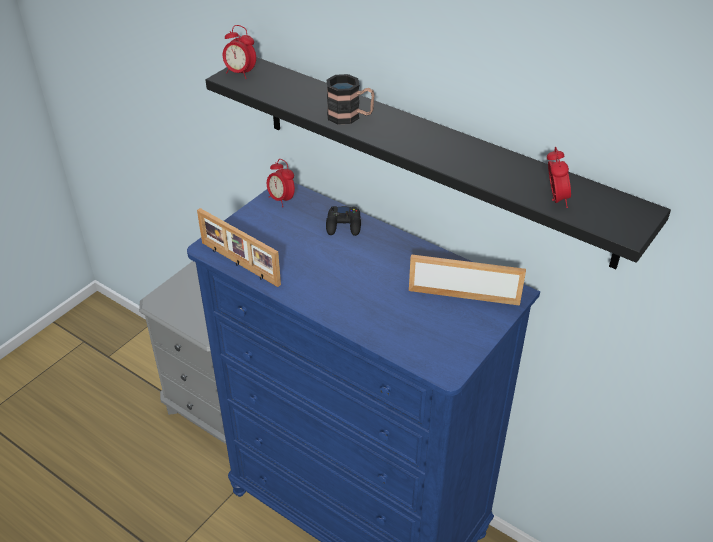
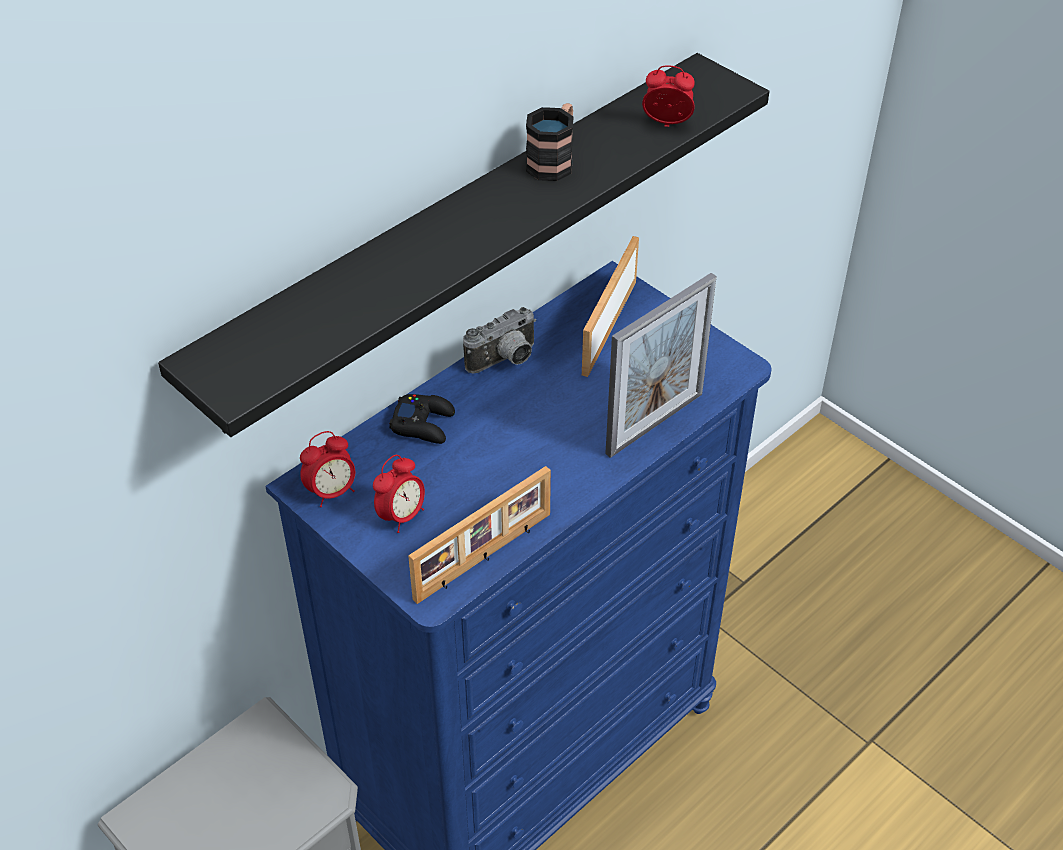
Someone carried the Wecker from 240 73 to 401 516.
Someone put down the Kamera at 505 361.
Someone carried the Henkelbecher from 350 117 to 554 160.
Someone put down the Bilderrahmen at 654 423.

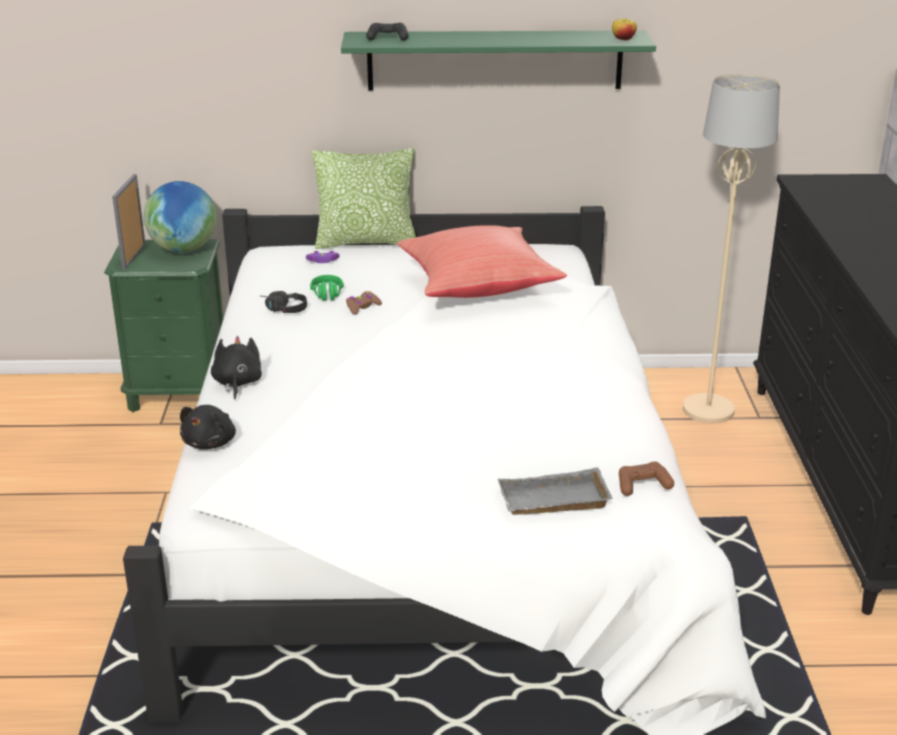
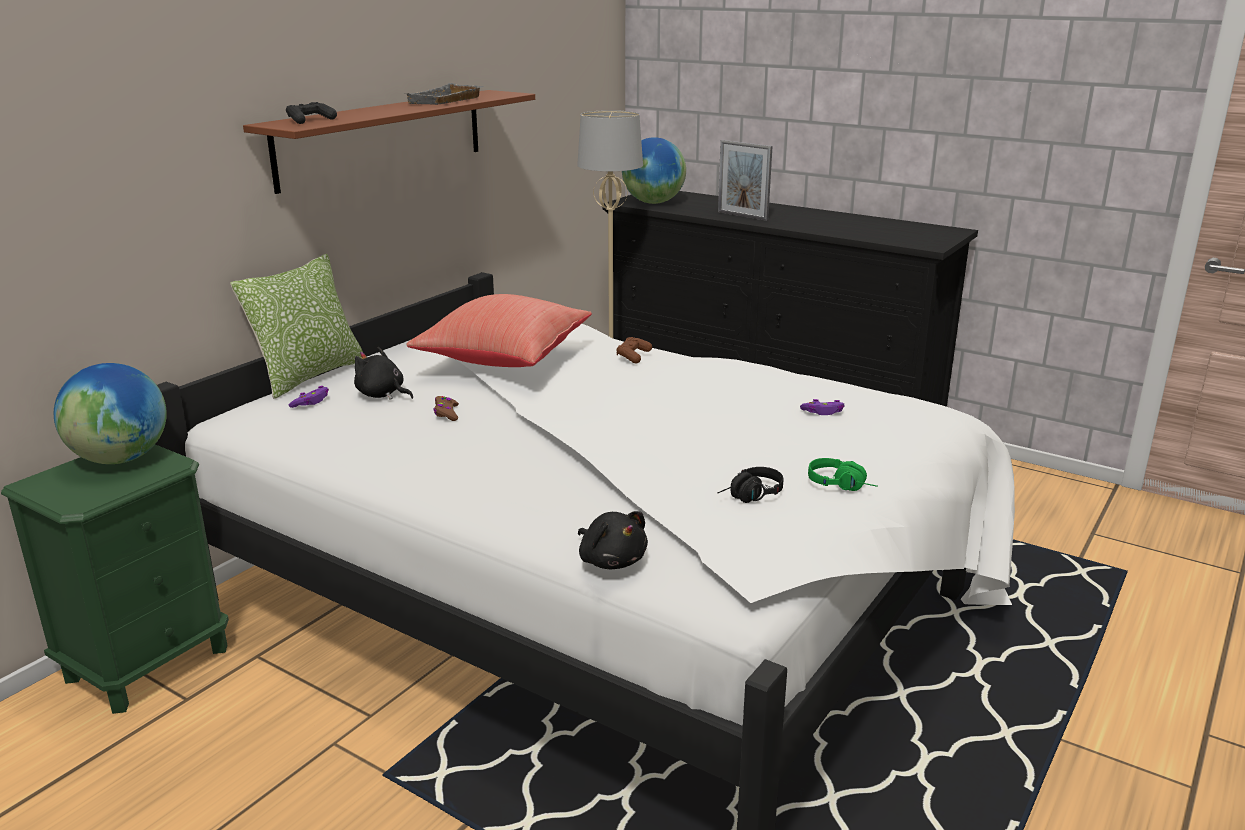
Someone repainted the Wandregal [grün] at 494 60, which became the Wandregal [braun] at 383 138.
Someone carried the Plüschtier [schwarz] from 237 383 to 382 395.
Someone carried the Tablett [grau] from 553 502 to 446 101.
Someone carried the Gamepad [braun] from 643 485 to 633 356.
Someone put down the Globus at 653 202.
Someone carried the Kopfhörer [schwarz] from 281 310 to 750 496.
Someone carried the Bilderrahmen from 134 256 to 742 216.
Someone put down the Gamepad [lila] at 823 412.
Someone carried the Kopfhörer [grün] from 327 296 to 842 485.
Someone took away the Apfel at 623 39.

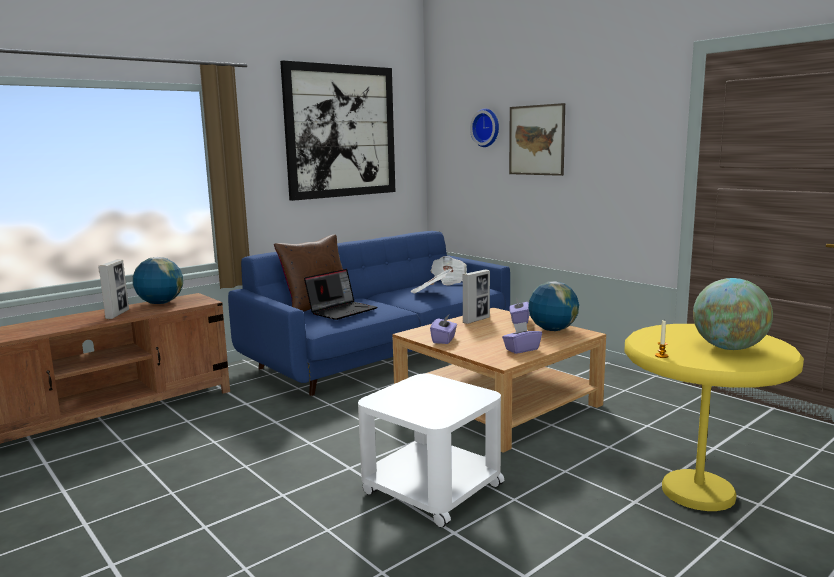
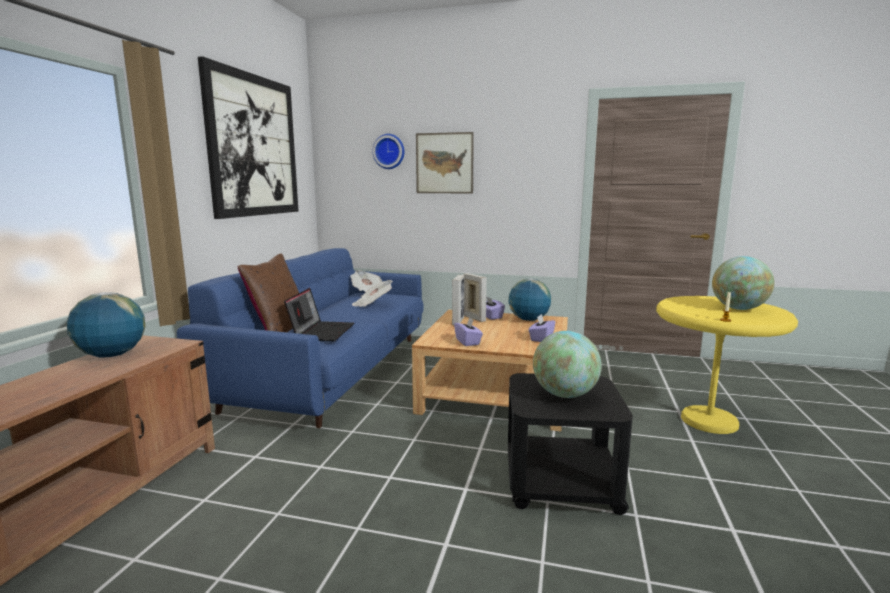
Someone carried the Bilderrahmen from 117 314 to 474 318.
Someone repainted the Beistelltisch [weiß] at 431 488, which became the Beistelltisch [schwarz] at 560 482.
Someone put down the Globus at 564 395.

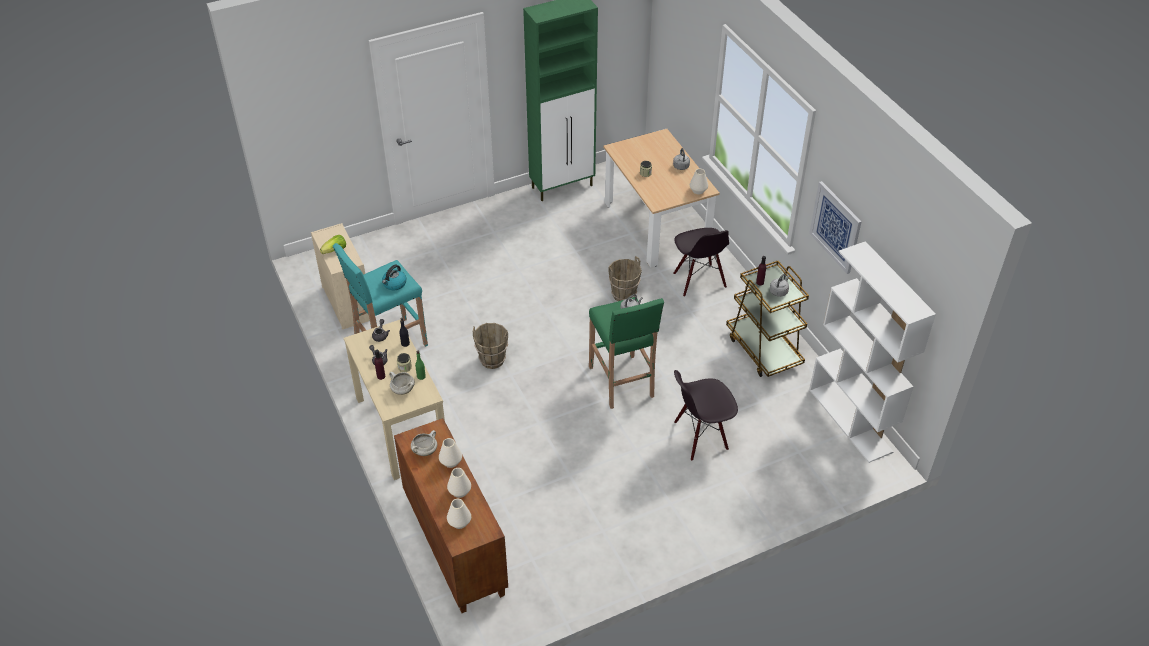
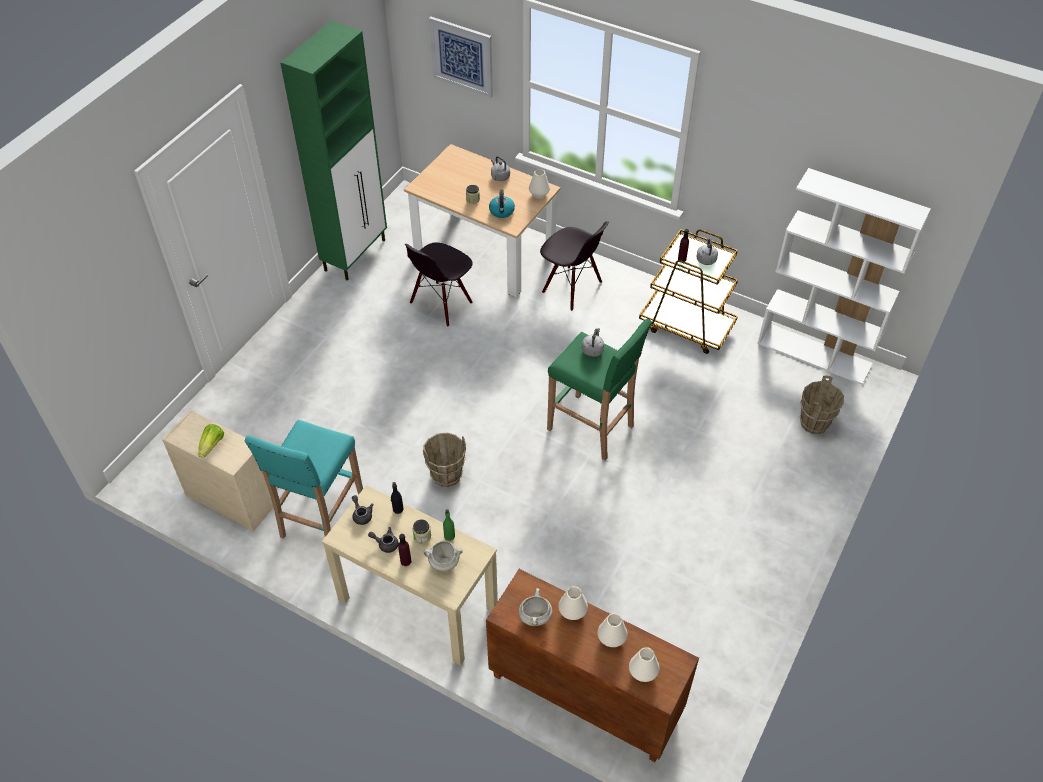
Someone carried the Stuhl [schwarz] from 700 436 to 441 304.
Someone carried the Bild from 835 227 to 462 56.
Someone carried the Wasserkessel from 394 284 to 502 211.
Someone carried the Eimer [braun] from 624 295 to 814 423.

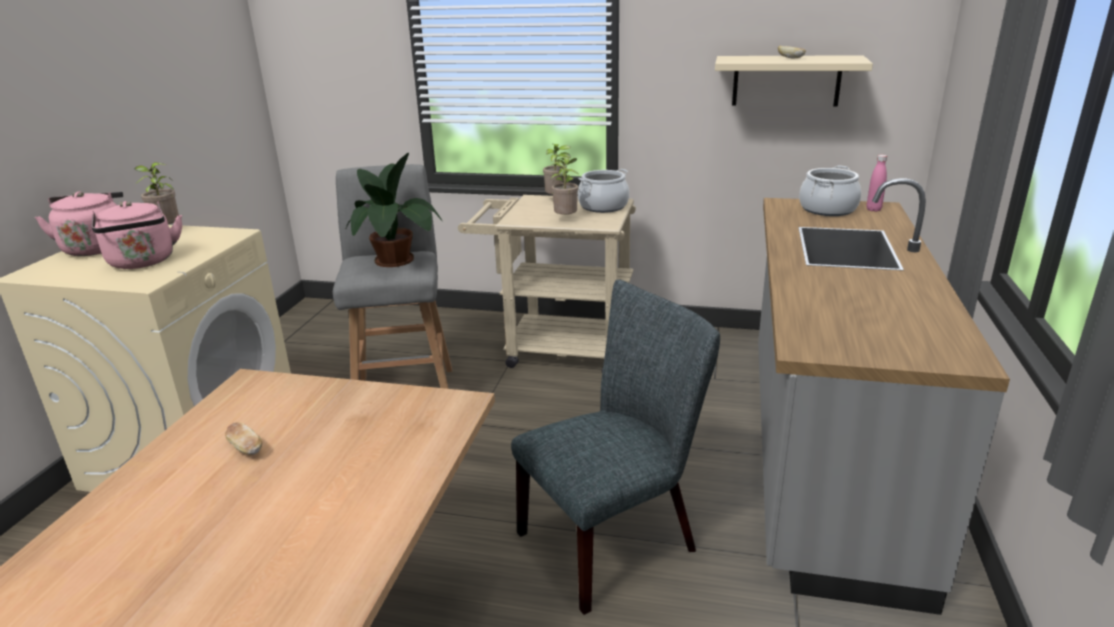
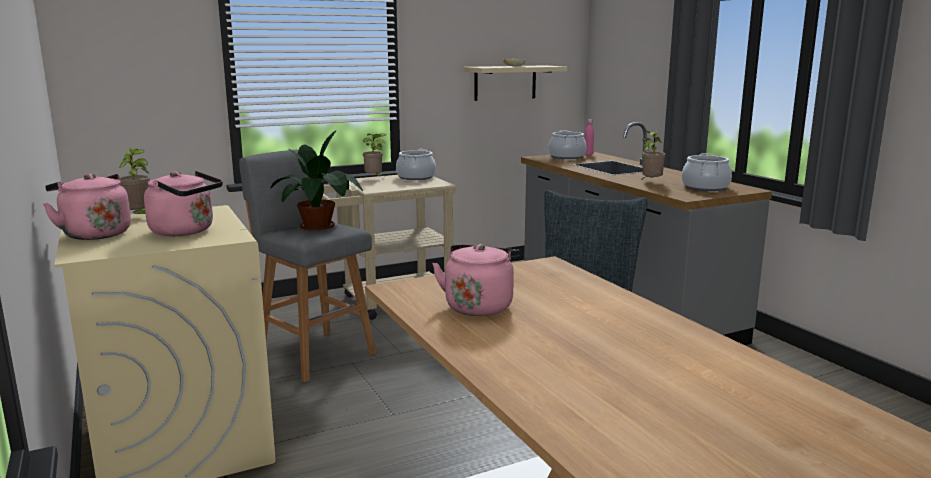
Someone swapped the Brot at 246 449 for the Wasserkessel [rosa] at 479 306.
Someone carried the Topfpflanze from 566 219 to 650 182.
Someone put down the Kochtopf at 705 187.

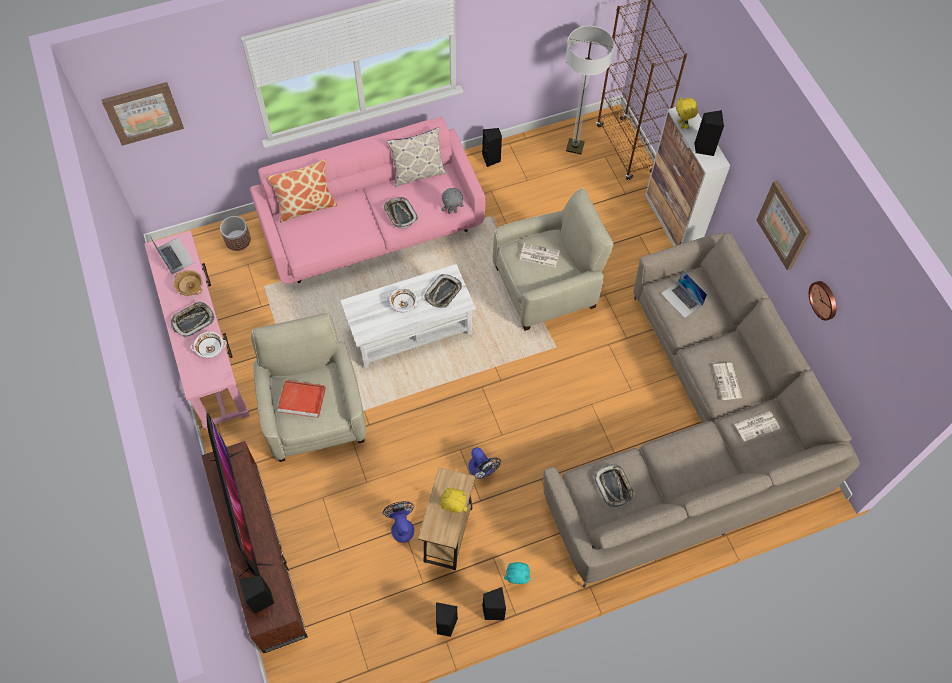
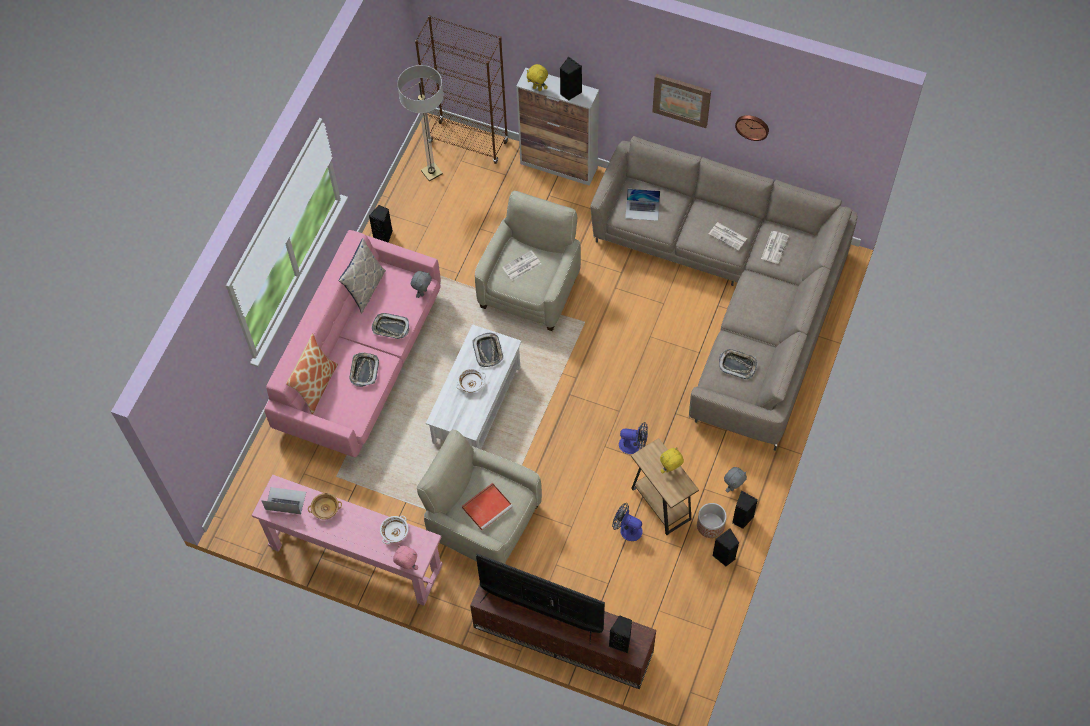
Someone carried the Tablett from 193 321 to 364 370.
Someone put down the Plüschtier [rosa] at 407 566.
Someone carried the Pflanzkübel from 238 240 to 710 525.
Someone repainted the Plüschtier [türkis] at 517 580, which became the Plüschtier [grau] at 733 487.
Someone took away the Bild at 143 112.

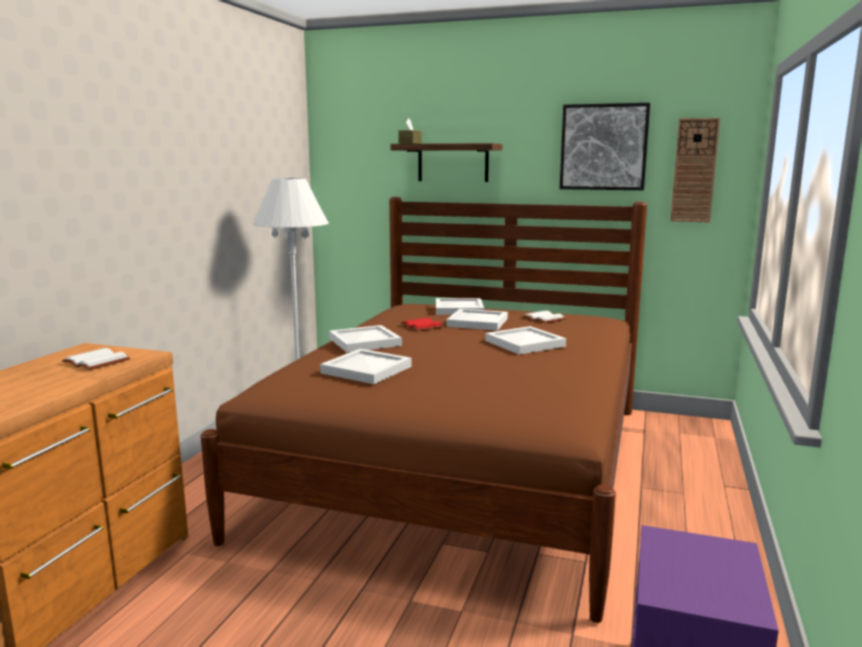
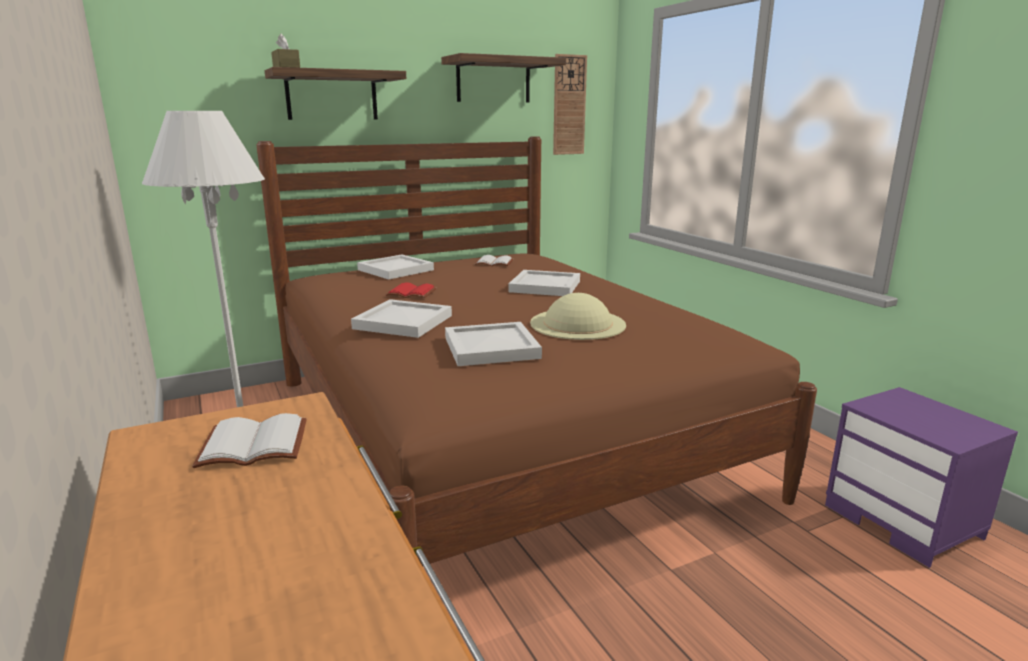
Someone swapped the Bild at 603 147 for the Wandregal at 493 80.
Someone put down the Hut [beige] at 577 323.
Someone took away the Tablett [weiß] at 477 322.

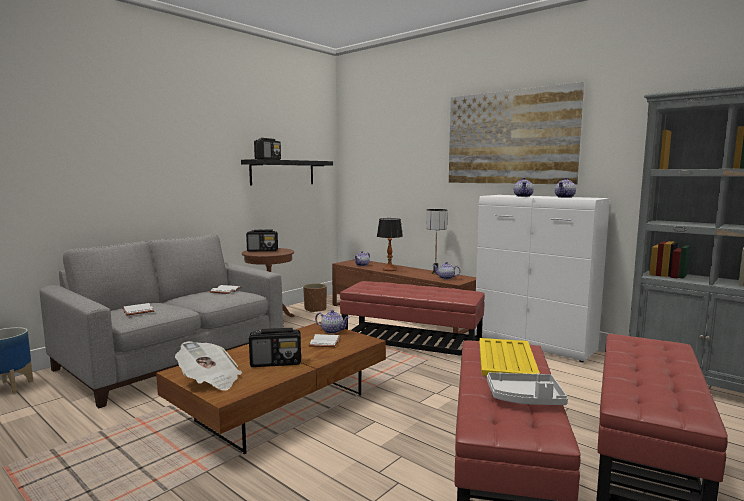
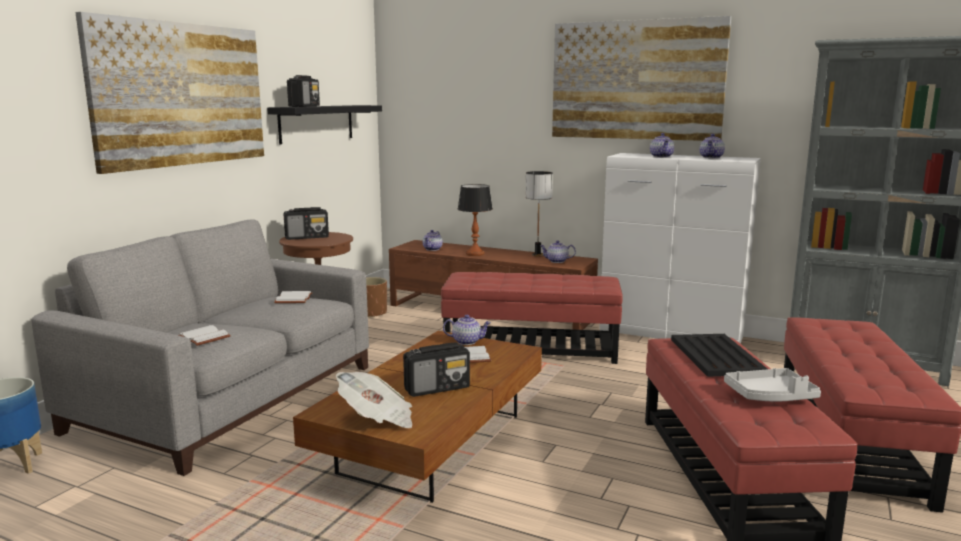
Someone put up the Bild at 181 94.
Someone repainted the Tablett [gelb] at 506 358, which became the Tablett [schwarz] at 716 355.

